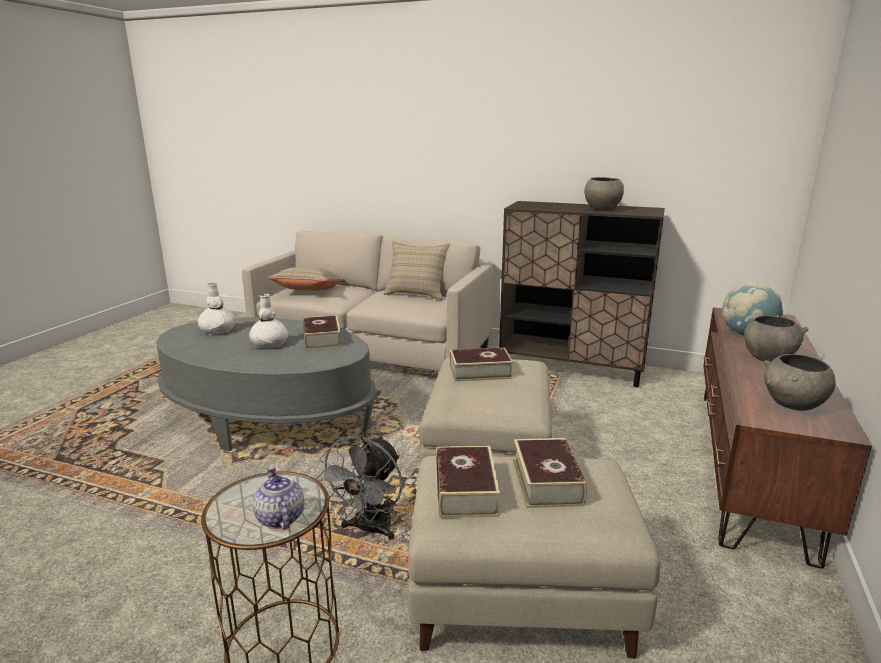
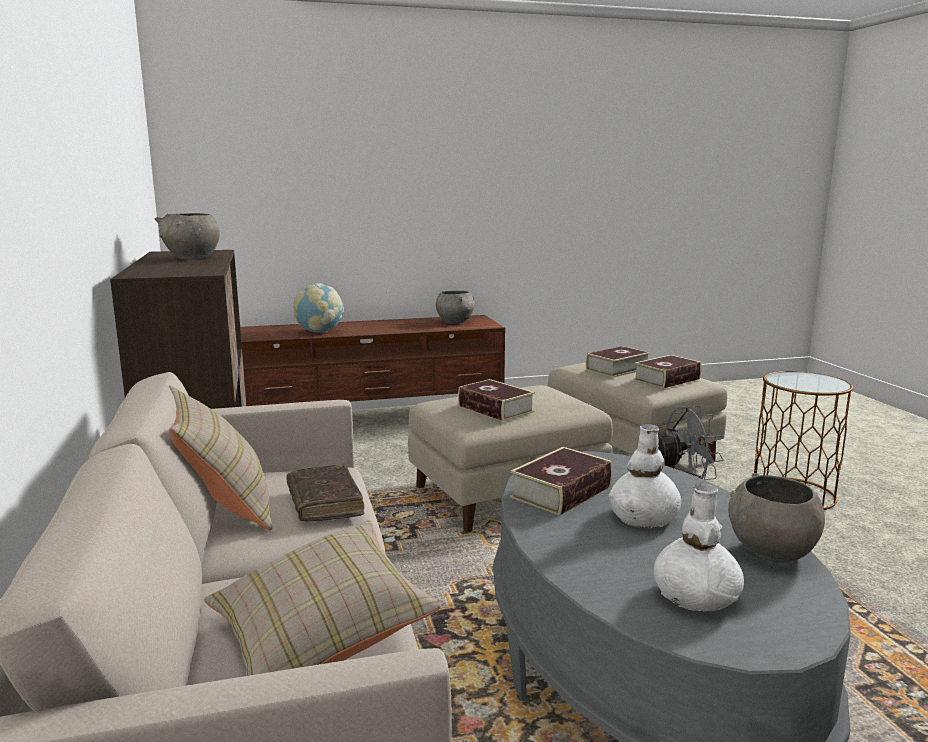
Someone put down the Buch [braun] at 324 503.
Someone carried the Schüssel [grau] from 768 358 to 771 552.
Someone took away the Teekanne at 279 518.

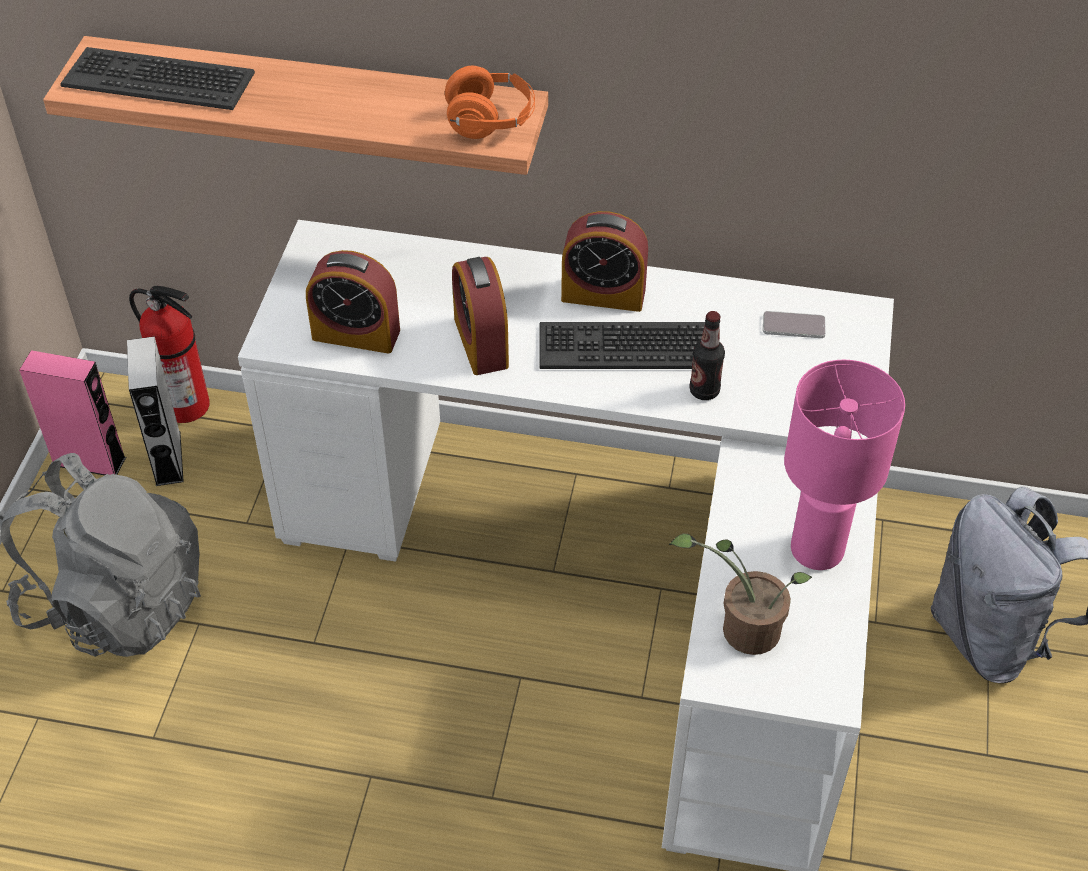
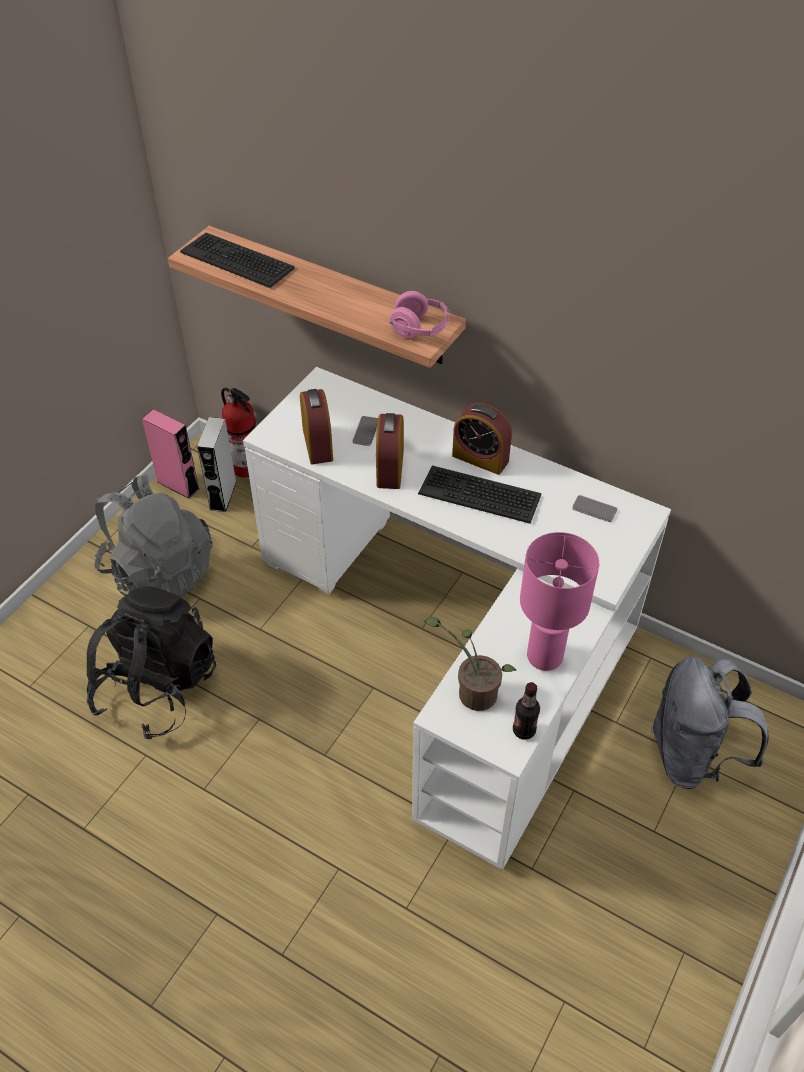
Someone put down the Rucksack [schwarz] at 157 687.
Someone rotated the Wecker at 356 334 by 135 degrees counterclockwise.
Someone put down the Handy at 366 431.
Someone repainted the Kopfhörer [orange] at 490 122, which became the Kopfhörer [rosa] at 420 329.
Someone carried the Flasche from 704 391 to 524 730.

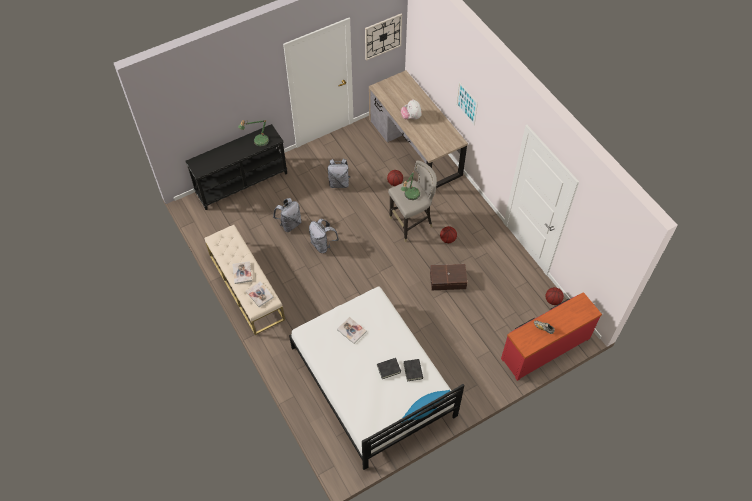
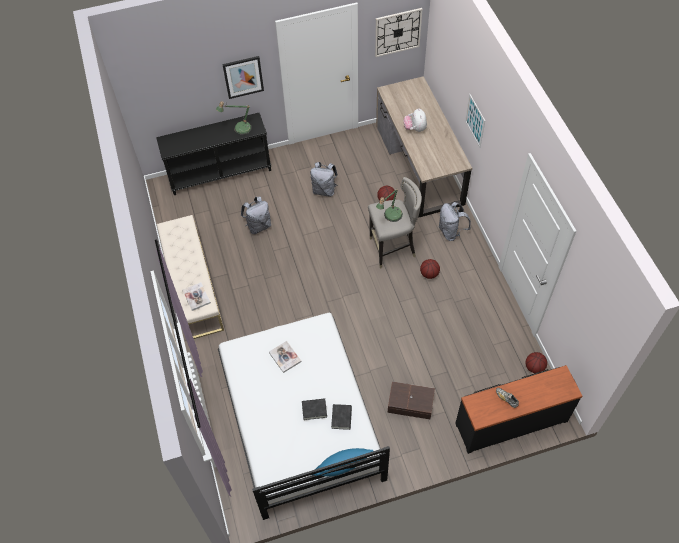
Someone put up the Bild at 243 77.
Someone carried the Aufbewahrungsbox [braun] from 448 280 to 411 404.
Someone carried the Rucksack [grau] from 323 244 to 451 232.
Someone repainted the Kommode [rot] at 544 347, which became the Kommode [schwarz] at 510 421.
Someone took away the Buch at 242 273.

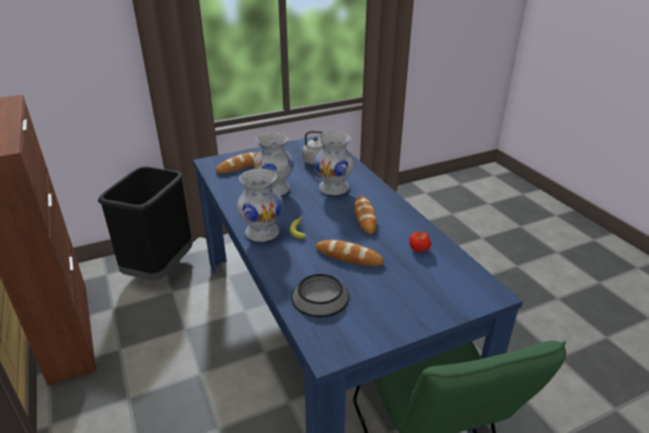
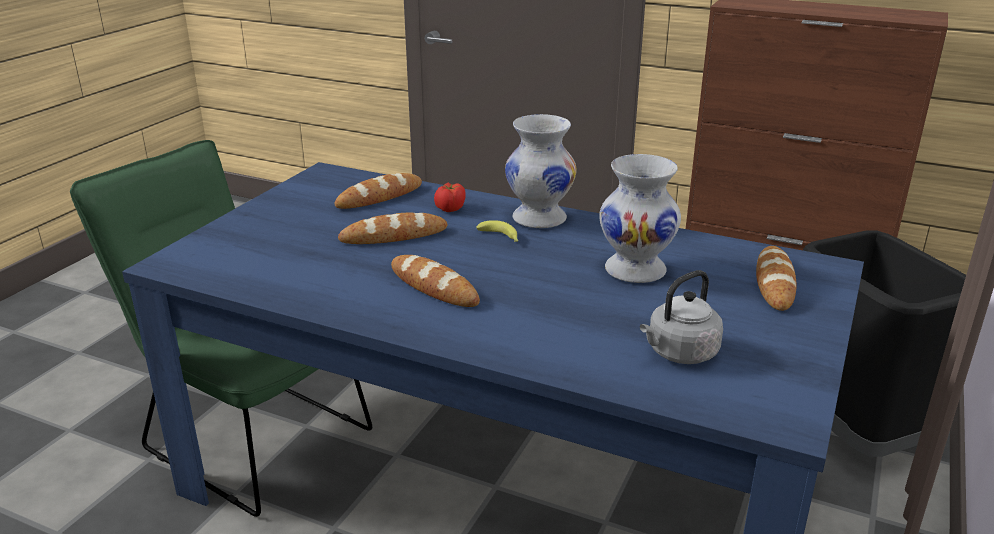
Someone swapped the Schüssel at 320 296 for the Brot at 379 197.
Someone carried the Tomate from 419 249 to 450 209.
Someone took away the Vase [weiß] at 333 188.

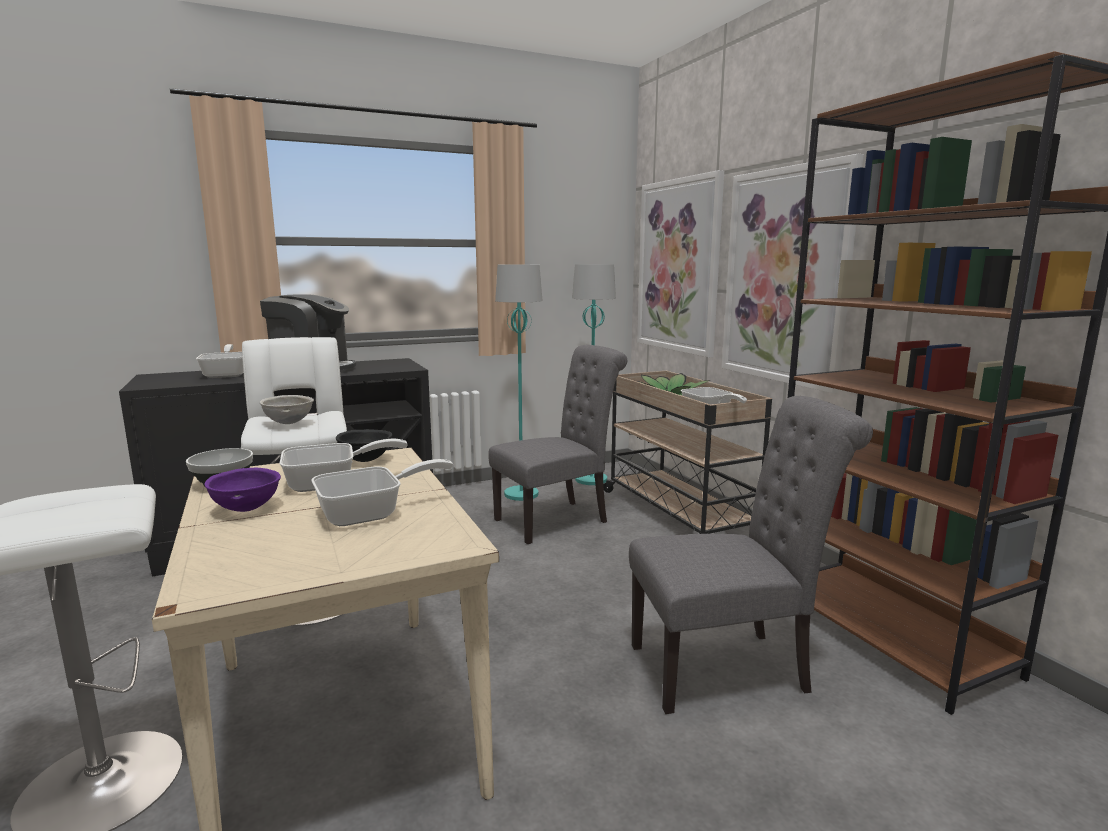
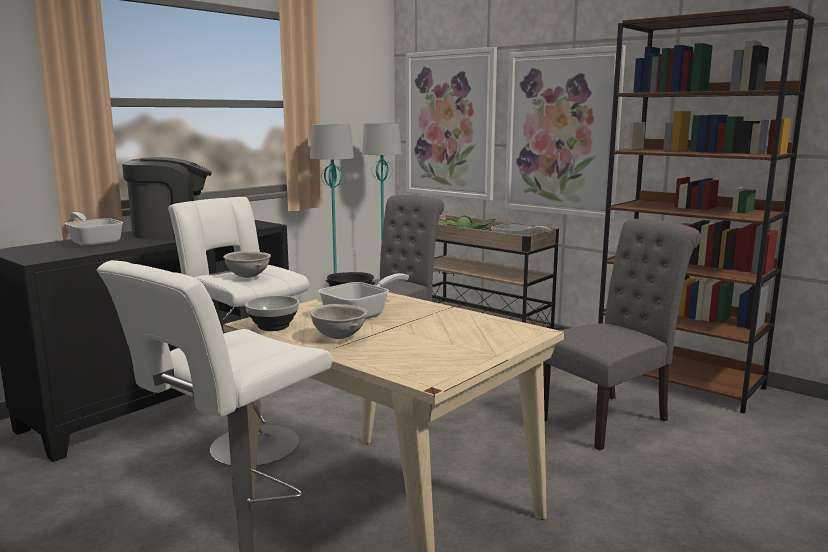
Someone repainted the Schüssel [lila] at 248 509, which became the Schüssel [grau] at 339 337.
Someone took away the Pfanne at 371 513.

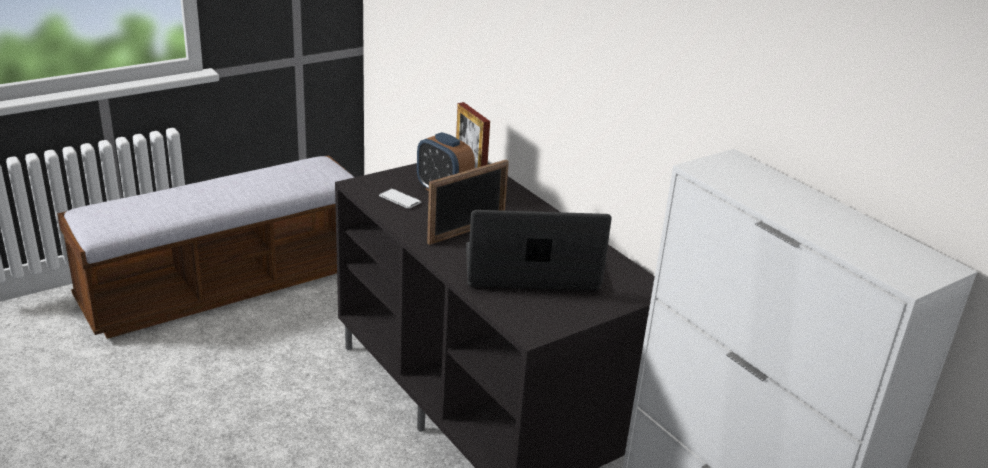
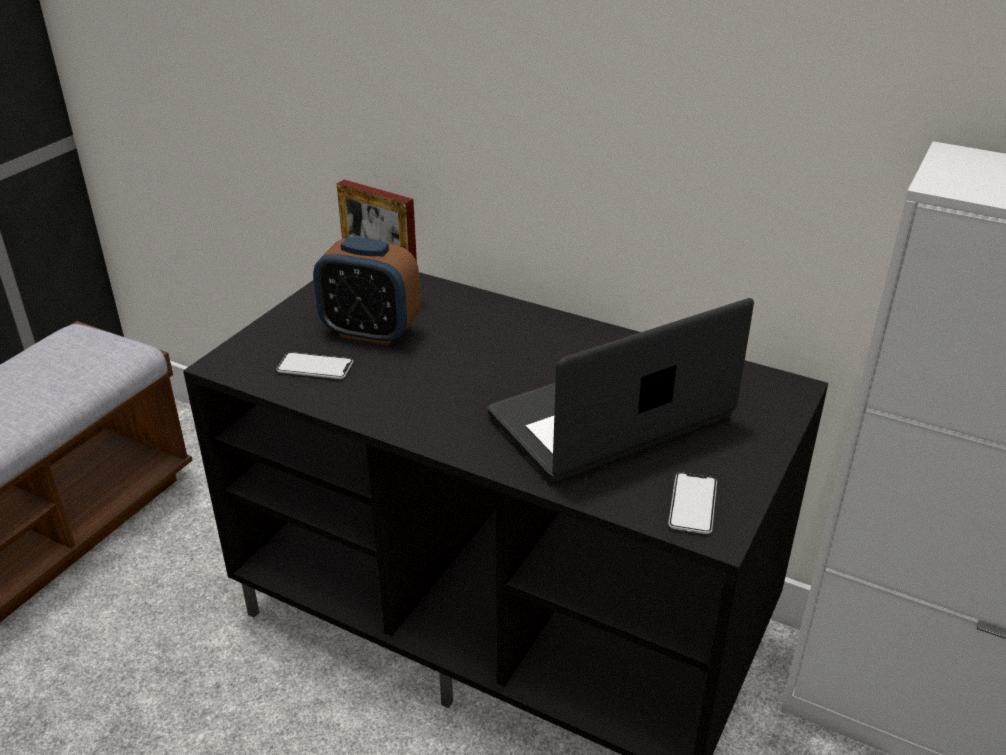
Someone put down the Handy at 692 504.
Someone took away the Bilderrahmen at 467 231.

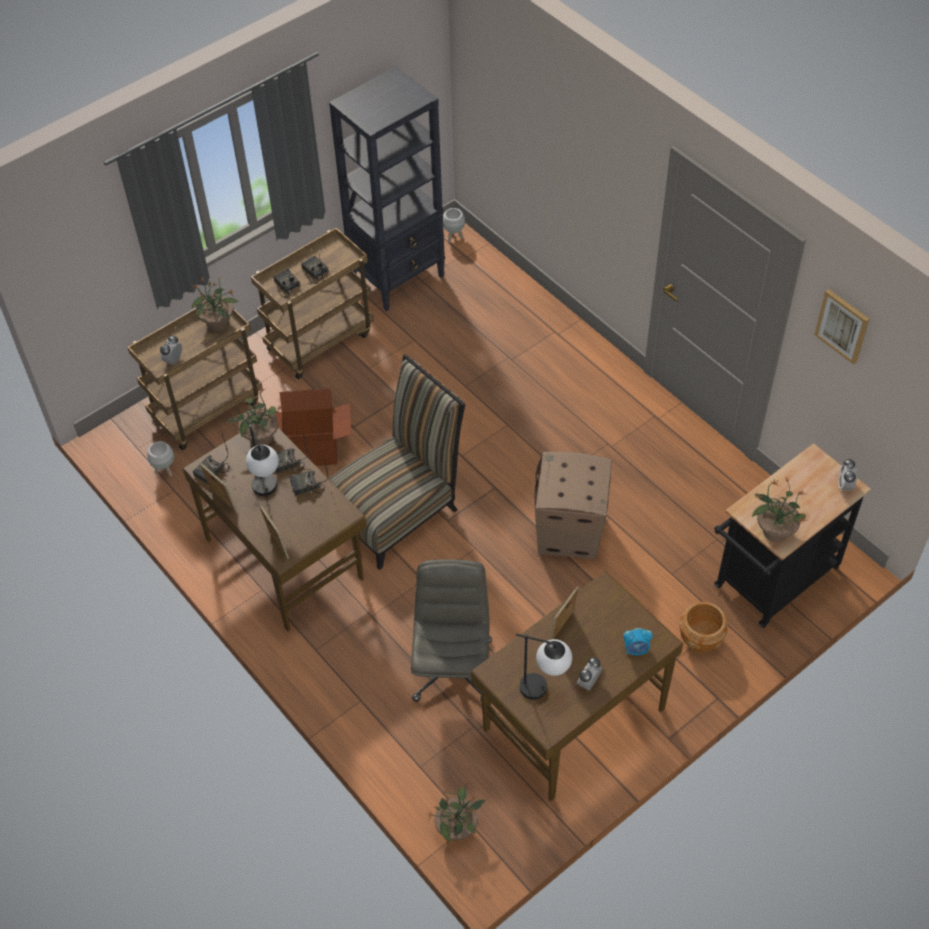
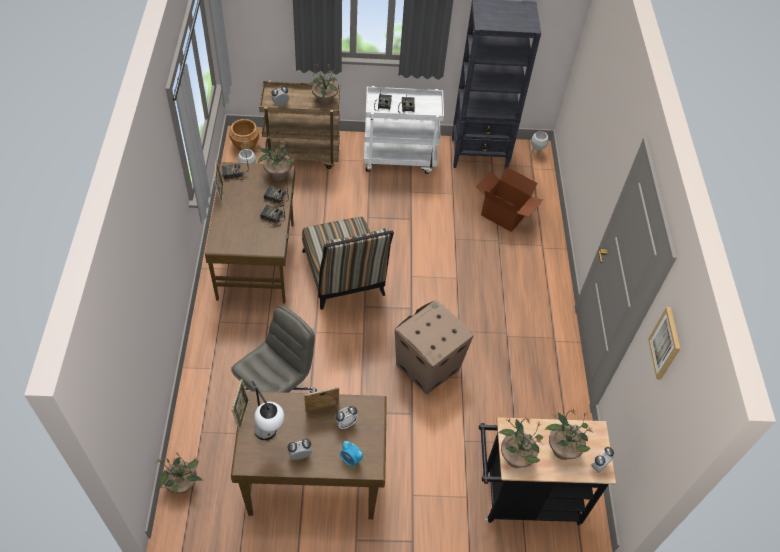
Someone carried the Pflanzkübel [braun] from 700 639 to 245 145.
Someone carried the Bilderrahmen from 277 545 to 242 414.
Someone rotated the Stuhl at 396 507 by 75 degrees clockwise.
Someone put down the Wecker at 345 423.
Someone repainted the Rollwagen [braun] at 320 340, which became the Rollwagen [weiß] at 400 159.
Someone carried the Karton from 311 448 to 504 214.
Someone put down the Topfpflanze at 562 448.
Someone took away the Tischlampe at 268 493.

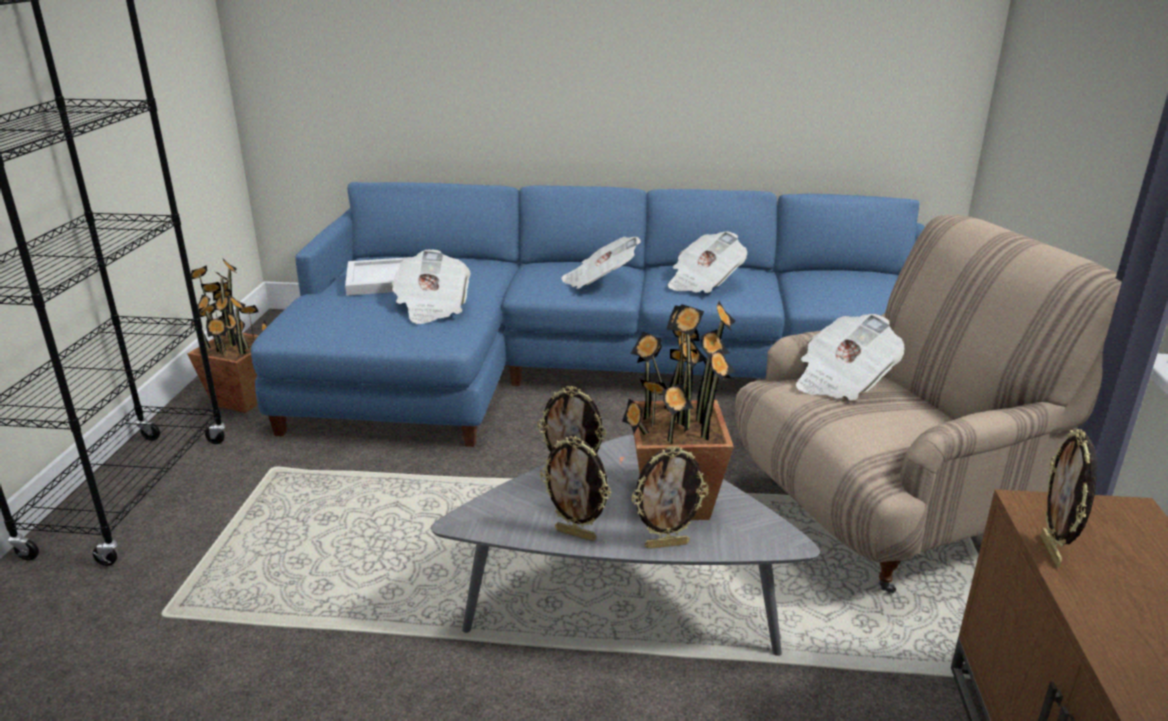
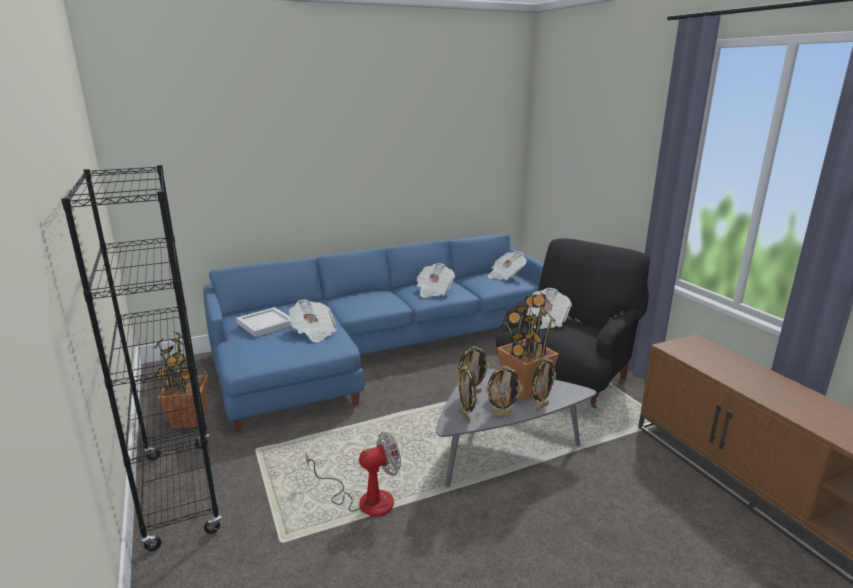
Someone put down the Ventilator at 365 499.
Someone carried the Bilderrahmen from 1052 551 to 466 416.
Someone carried the Zeitung from 599 282 to 505 275.
Someone repainted the Sessel [beige] at 889 516, which became the Sessel [schwarz] at 567 378.

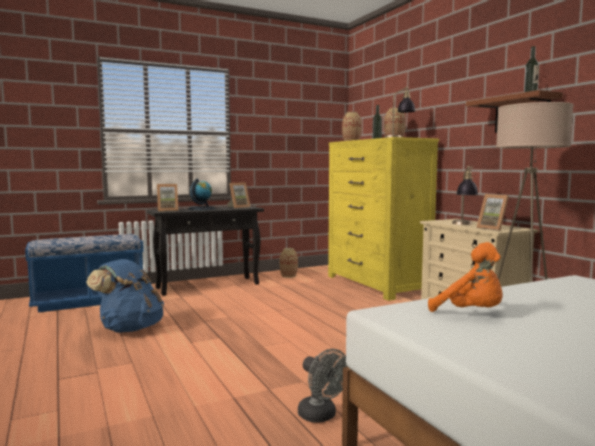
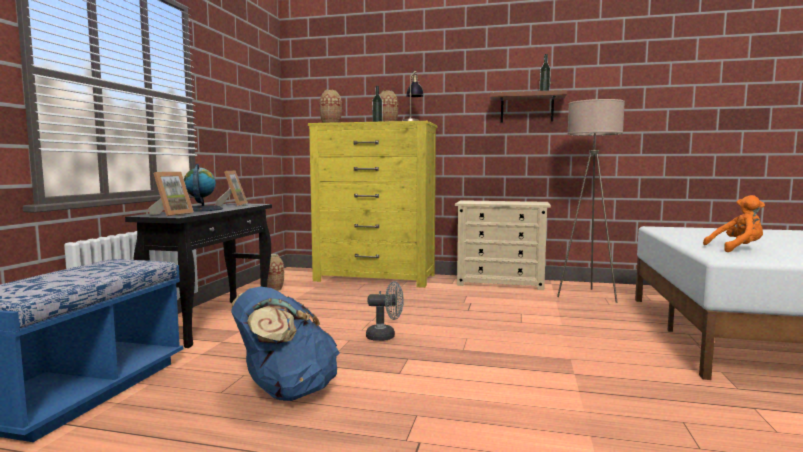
Someone carried the Ventilator [grau] from 321 416 to 385 336.
Someone took away the Tischlampe at 464 224.
Someone took away the Bilderrahmen at 493 228.

